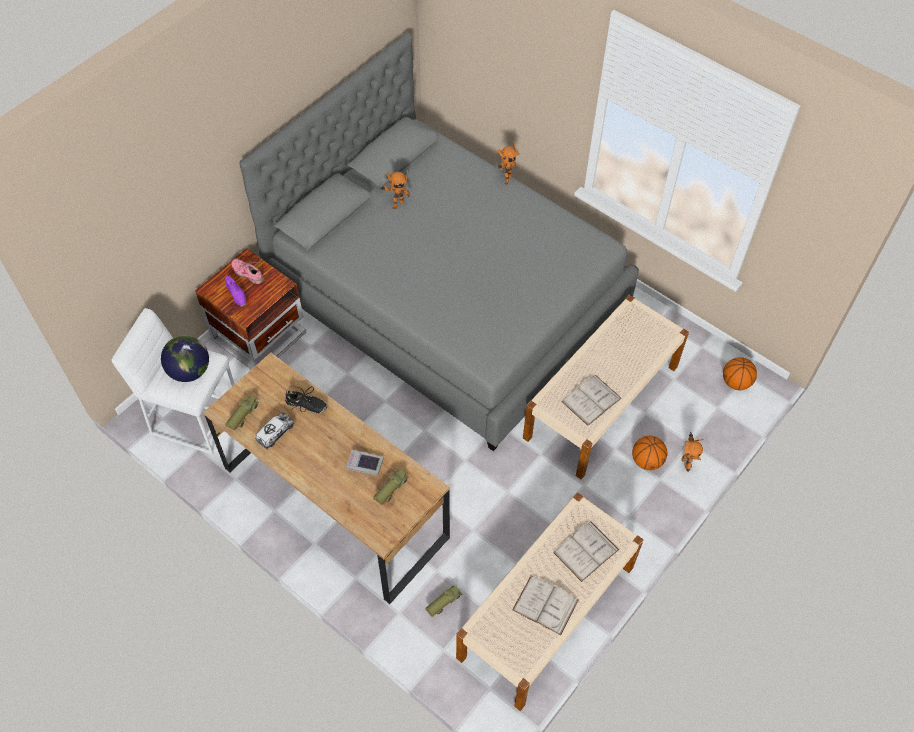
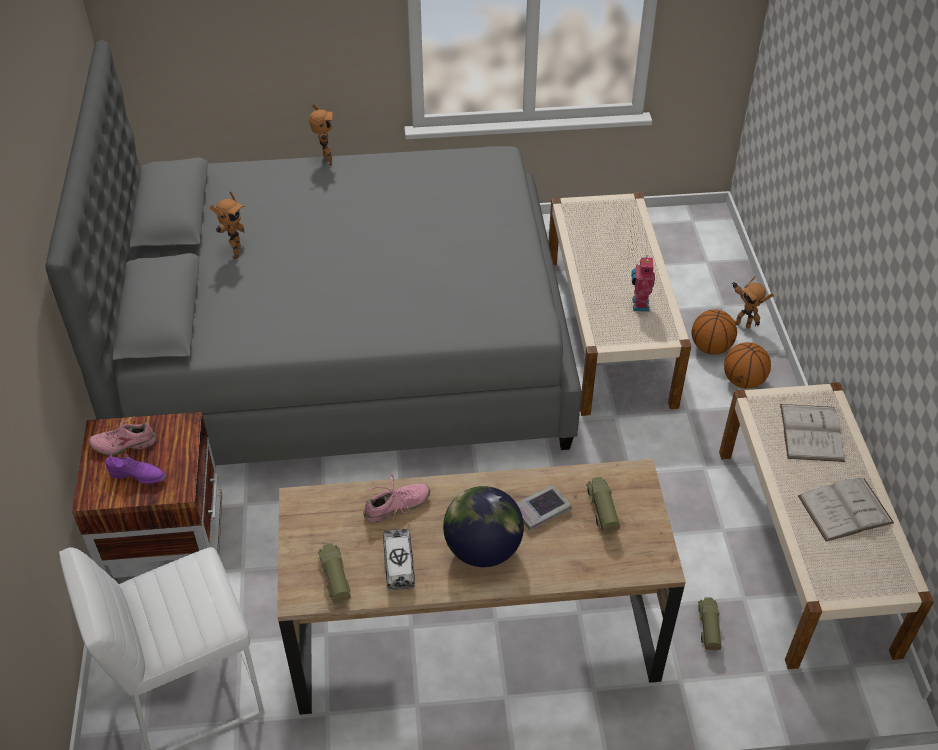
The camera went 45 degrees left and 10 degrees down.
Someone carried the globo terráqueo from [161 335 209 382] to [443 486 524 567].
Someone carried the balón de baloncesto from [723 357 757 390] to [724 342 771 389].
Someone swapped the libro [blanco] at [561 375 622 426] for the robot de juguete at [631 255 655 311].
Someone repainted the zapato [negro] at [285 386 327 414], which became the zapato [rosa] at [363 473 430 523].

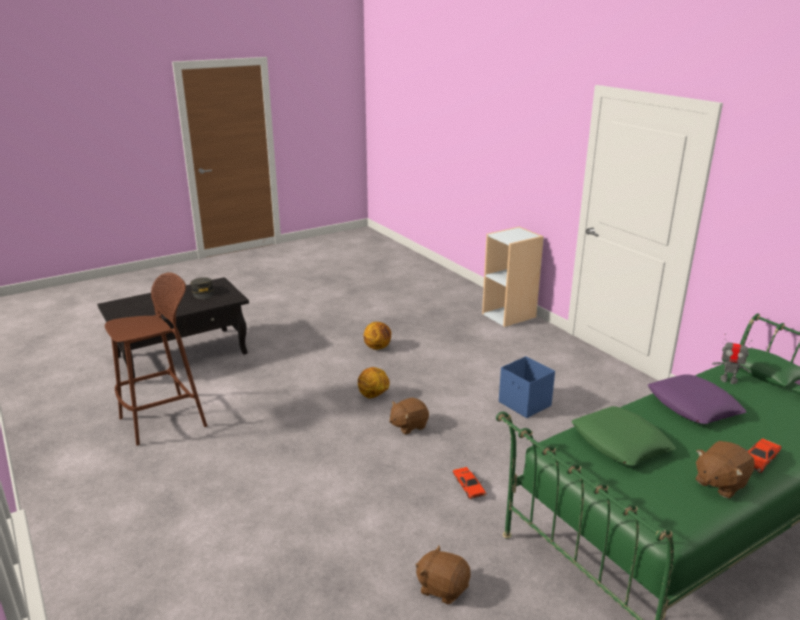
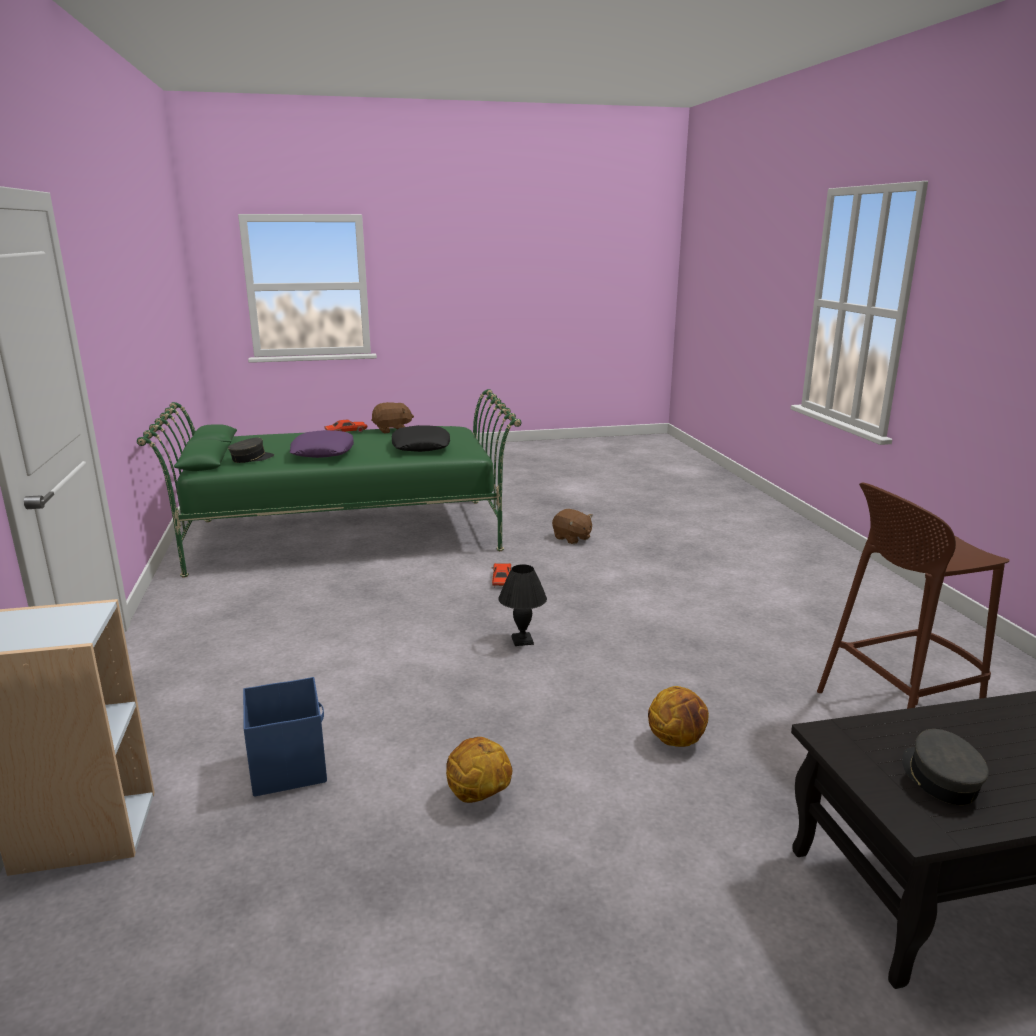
The camera went 160 degrees left and 5 degrees down.
Someone swapped the robot de juguete at [712 334 752 384] for the gorra [gris] at [228 437 274 463].
Someone carried the caja de almacenaje [azul] from [499 356 555 418] to [243 677 327 797].
Someone carried the balón de baloncesto from [358 367 390 399] to [648 686 709 747].
Someone swapped the peluche [marrón] at [389 398 429 435] for the lámpara de mesa [negro] at [498 564 547 646].
Someone repainted the cojín [verde] at [571 406 676 466], which became the cojín [negro] at [392 425 450 452].

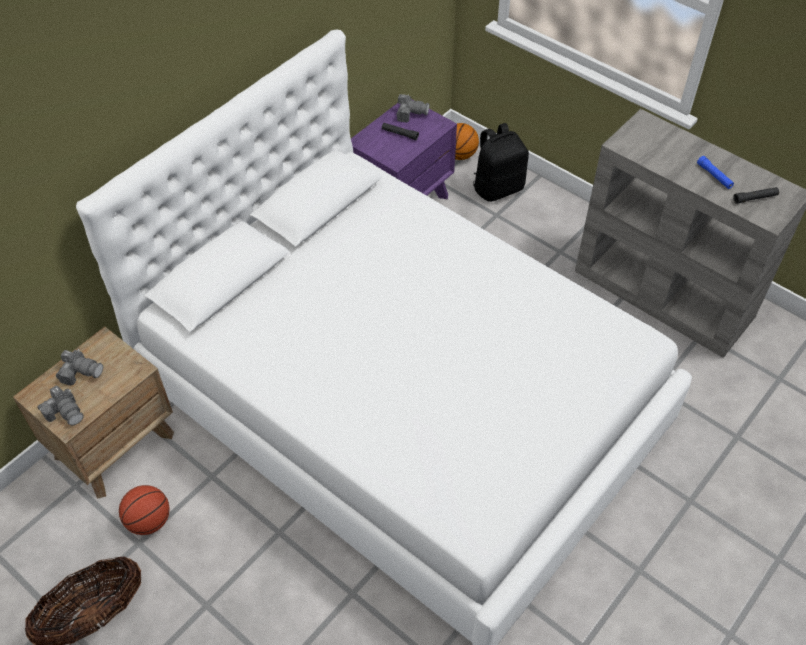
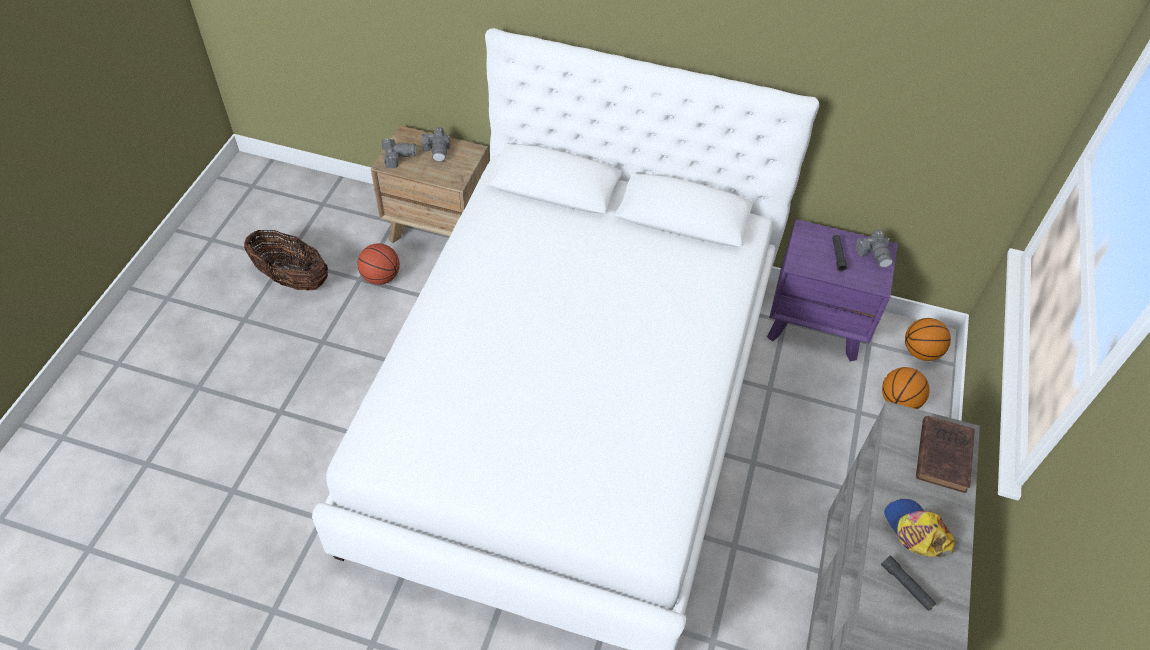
The camera went 65 degrees right and 0 degrees up.
Someone swapped the mochila [negro] at [473 123 529 202] for the balón de baloncesto at [882 367 930 409].
Someone swapped the linterna [azul] at [697 156 734 189] for the gorra at [884 499 955 557].
Someone rotated the cámara at [37 385 83 426] by 120 degrees counterclockwise.
Someone put down the libro [marrón] at [916 416 975 493].

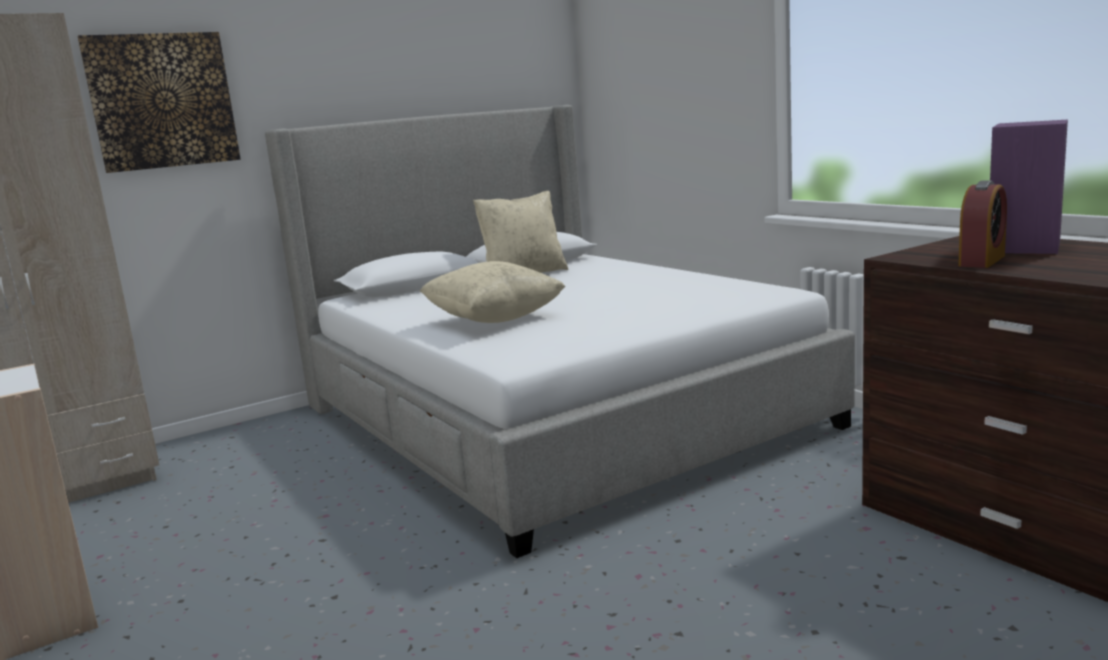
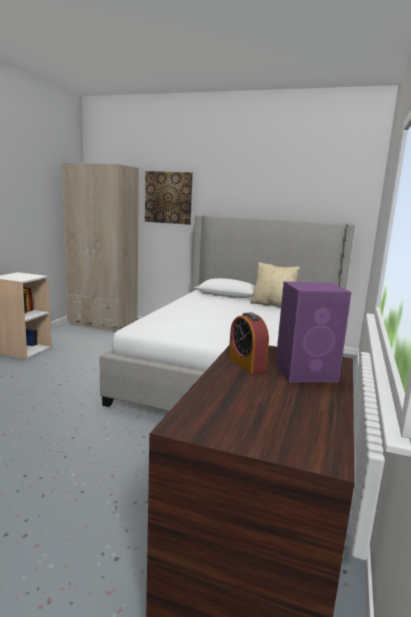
The camera went 50 degrees right and 0 degrees up.
Someone rotated the despertador at [958 181 1007 268] by 60 degrees clockwise.
Someone took away the cojín [beis] at [420 261 566 323].

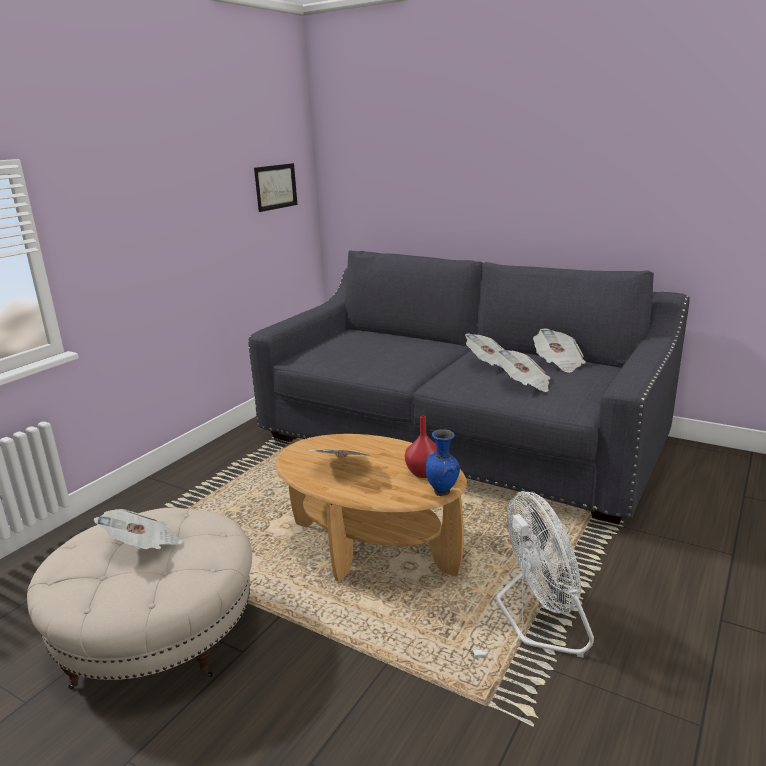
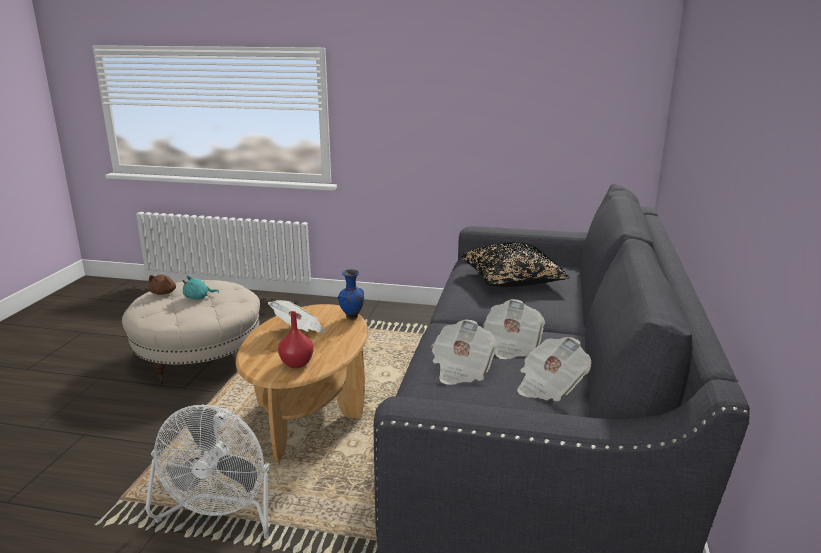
The camera went 70 degrees right and 0 degrees up.
Someone took away the cuadro at [254 163 298 212].
Someone carried the florero [azul] from [425 429 460 496] to [338 269 364 320].
Someone rotated the ventilador [blanco] at [471 491 594 658] by 45 degrees clockwise.
Someone swapped the periódico at [94 509 183 550] for the peluche [turquesa] at [182 276 219 300].
Someone put down the cojín [negro] at [461 242 569 287].
Someone put down the peluche [marrón] at [149 274 176 295].

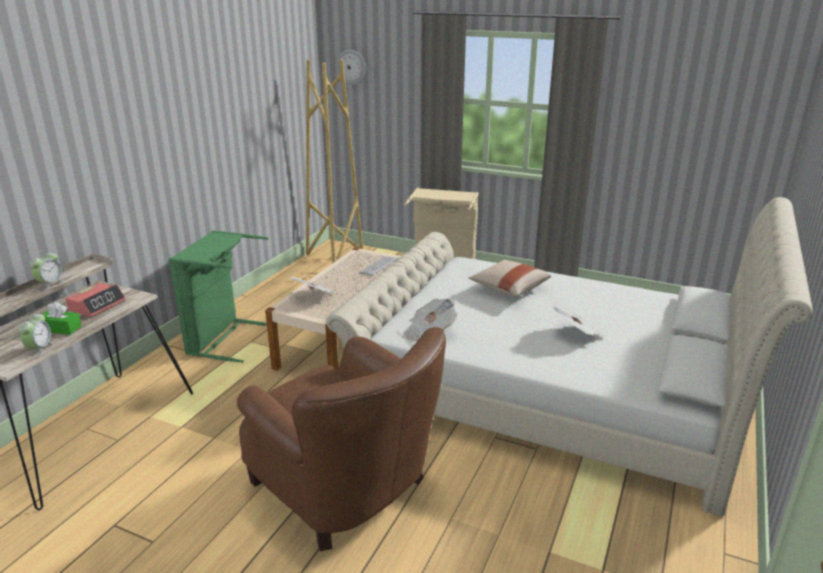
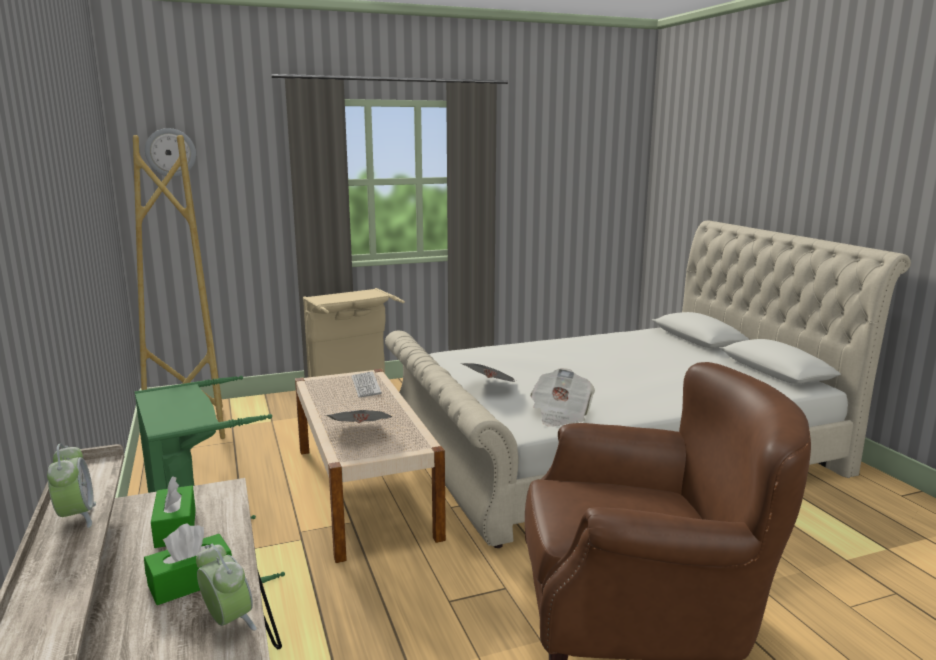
The camera went 45 degrees left and 10 degrees down.
Someone took away the cojín [beis] at [469 260 551 297].
Someone swapped the despertador at [65 282 126 317] for the caja de pañuelos [verde] at [151 476 196 548].
Someone carried the periódico from [551 305 605 337] to [462 363 516 382].

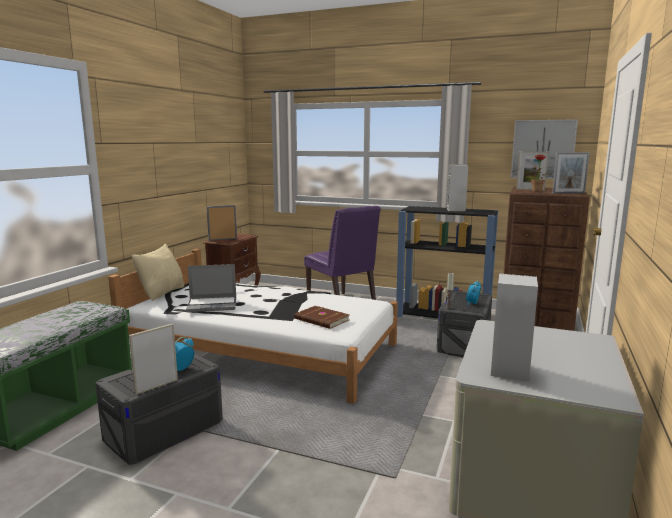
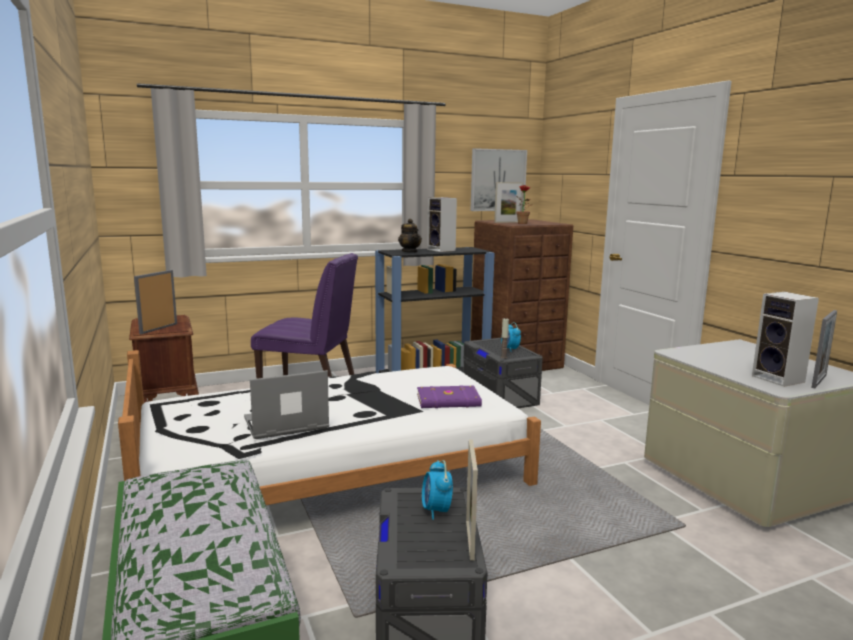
The camera went 45 degrees left and 0 degrees up.
Someone carried the portarretratos from [552 152 590 194] to [811 310 837 388].
Someone took away the cojín [beis] at [132 244 184 301].
Someone rotated the portátil at [186 264 236 312] by 150 degrees counterclockwise.
Someone repainted the libro [marrón] at [294 306 349 329], which became the libro [morado] at [417 385 482 408].
Someone put down the tetera at [398 219 422 253].

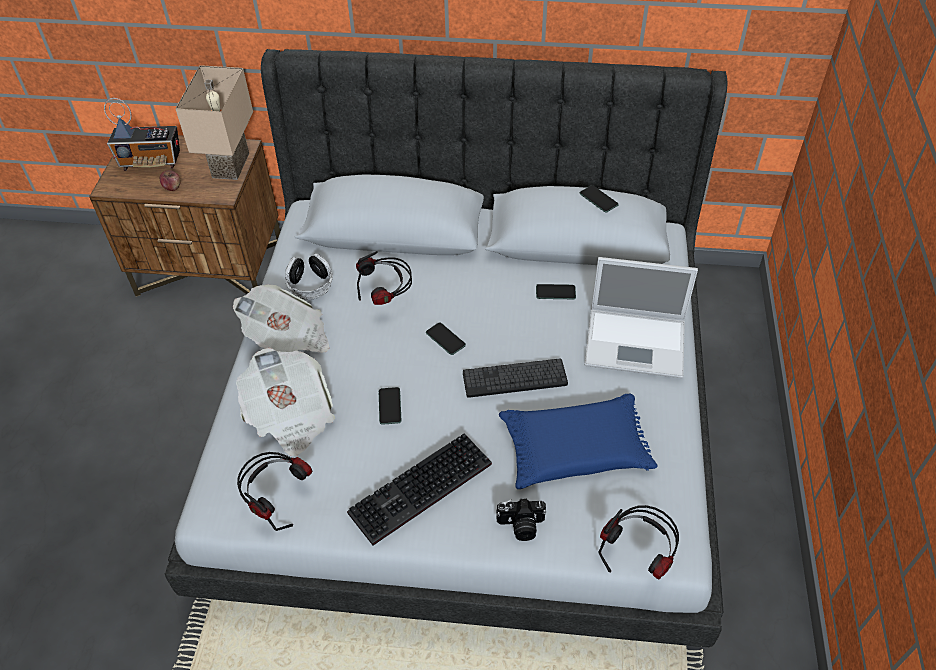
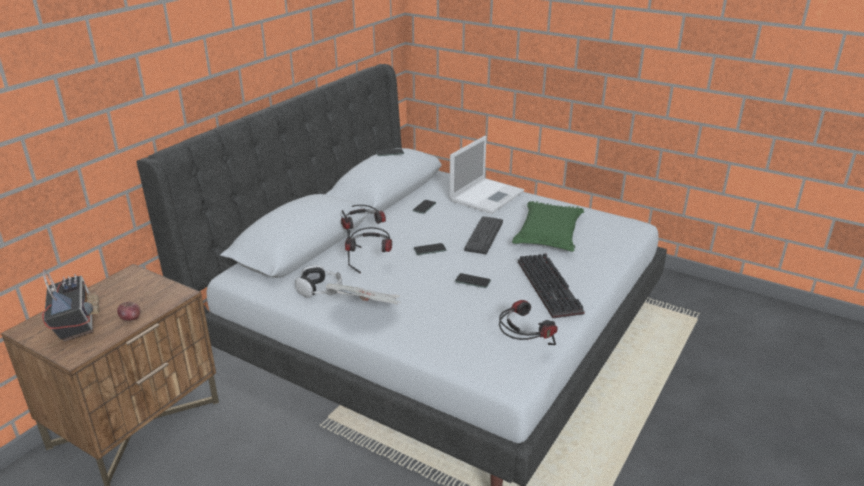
The camera went 65 degrees left and 20 degrees down.
Someone took away the lámpara de mesa [beis] at [175 65 253 180].
Someone rotated the radio at [104 98 180 171] by 45 degrees counterclockwise.
Someone took away the periódico at [236 347 335 456].
Someone repainted the cojín [azul] at [499 394 658 489], which became the cojín [verde] at [512 201 584 252].
Someone took away the cámara at [496 499 547 541].
Someone carried the auriculares from [598 505 679 579] to [341 205 386 248].

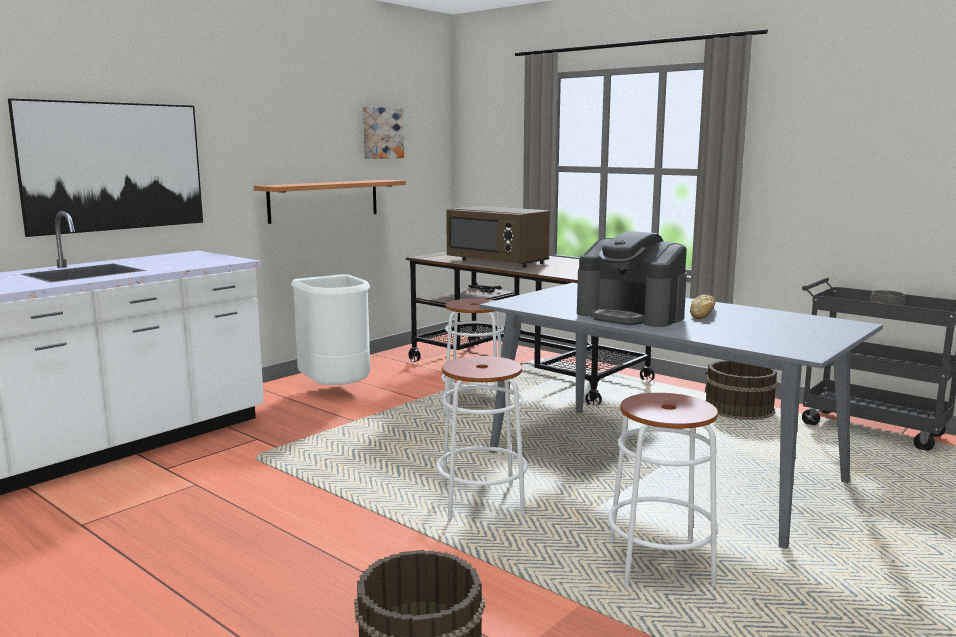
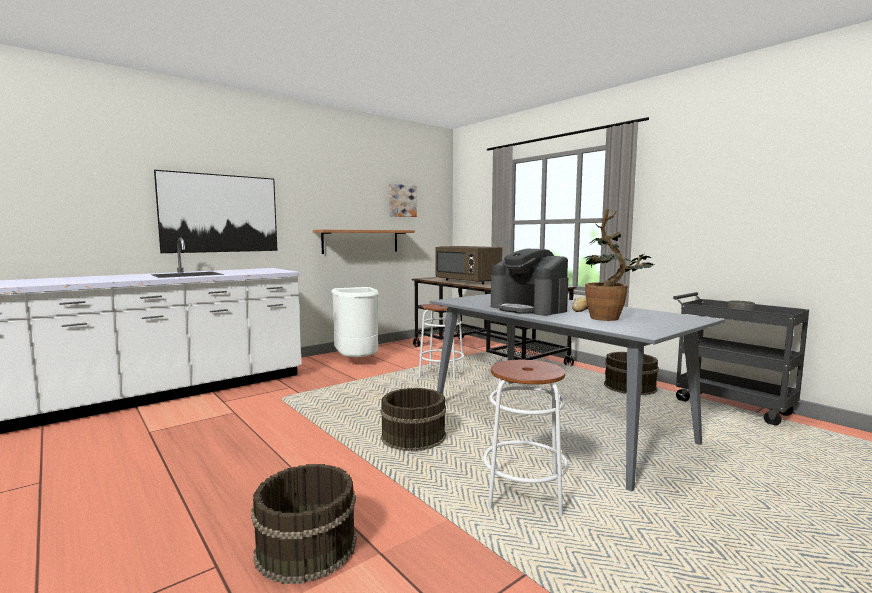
The camera went 10 degrees right and 5 degrees down.
Someone swapped the taburete [blanco] at [436 356 528 519] for the cubo [marrón] at [380 388 446 451].
Someone put down the planta en maceta at [585 209 654 321].

